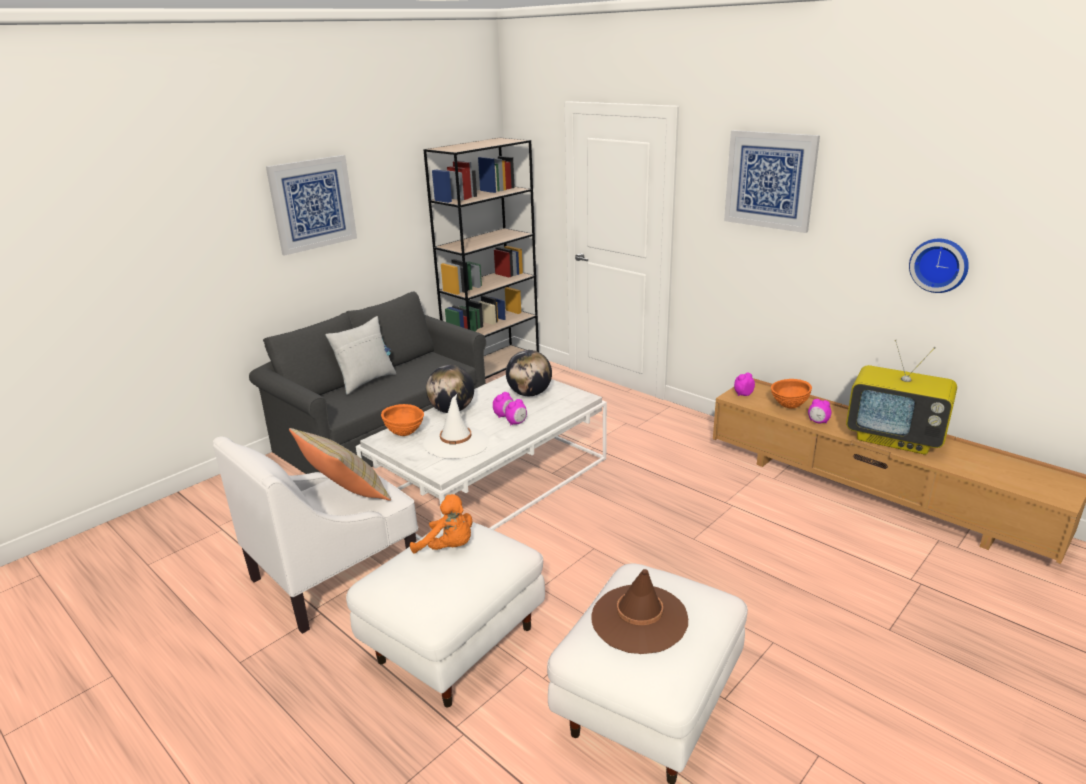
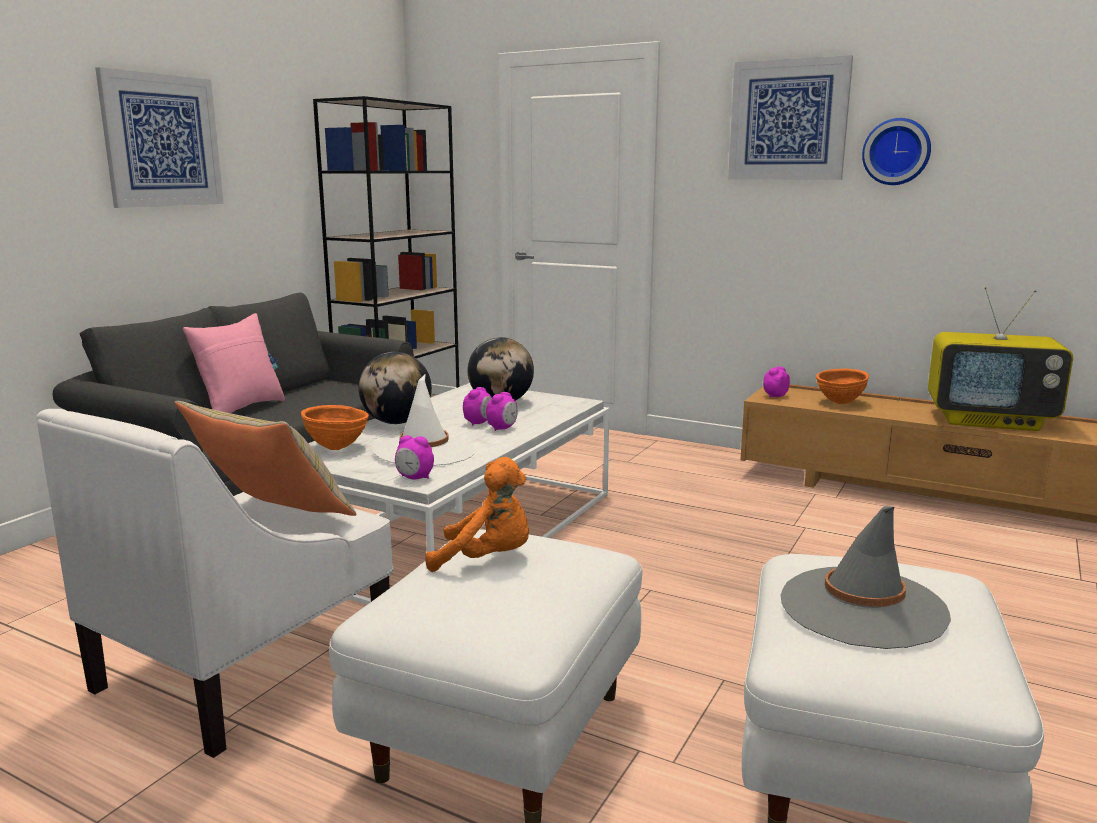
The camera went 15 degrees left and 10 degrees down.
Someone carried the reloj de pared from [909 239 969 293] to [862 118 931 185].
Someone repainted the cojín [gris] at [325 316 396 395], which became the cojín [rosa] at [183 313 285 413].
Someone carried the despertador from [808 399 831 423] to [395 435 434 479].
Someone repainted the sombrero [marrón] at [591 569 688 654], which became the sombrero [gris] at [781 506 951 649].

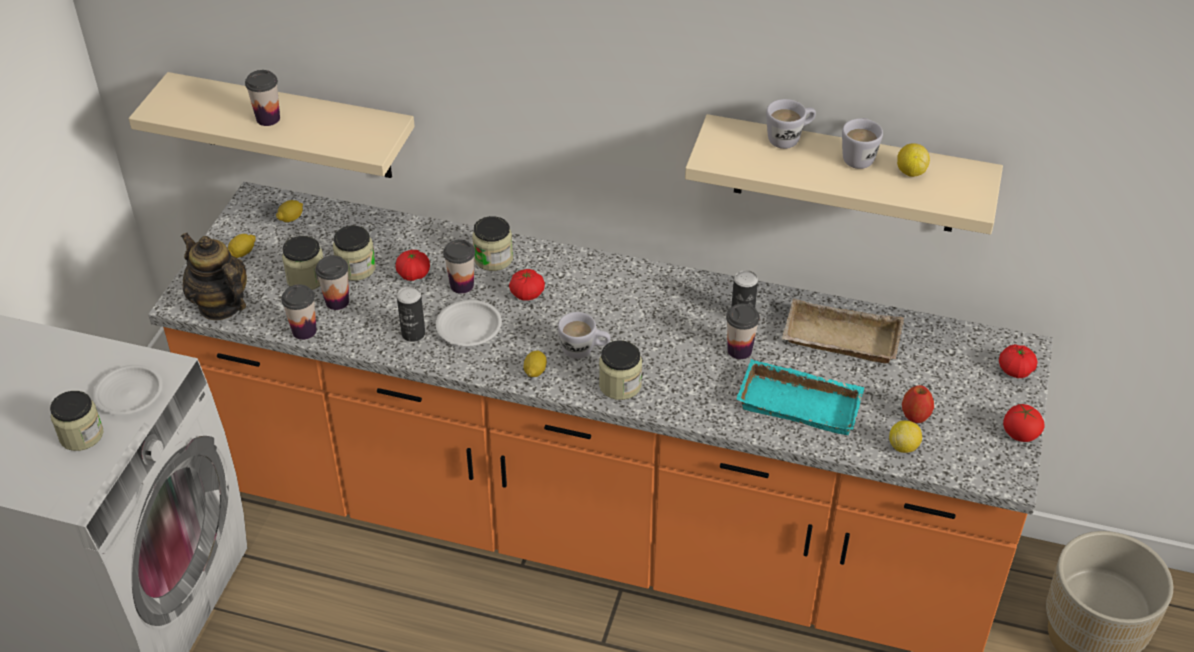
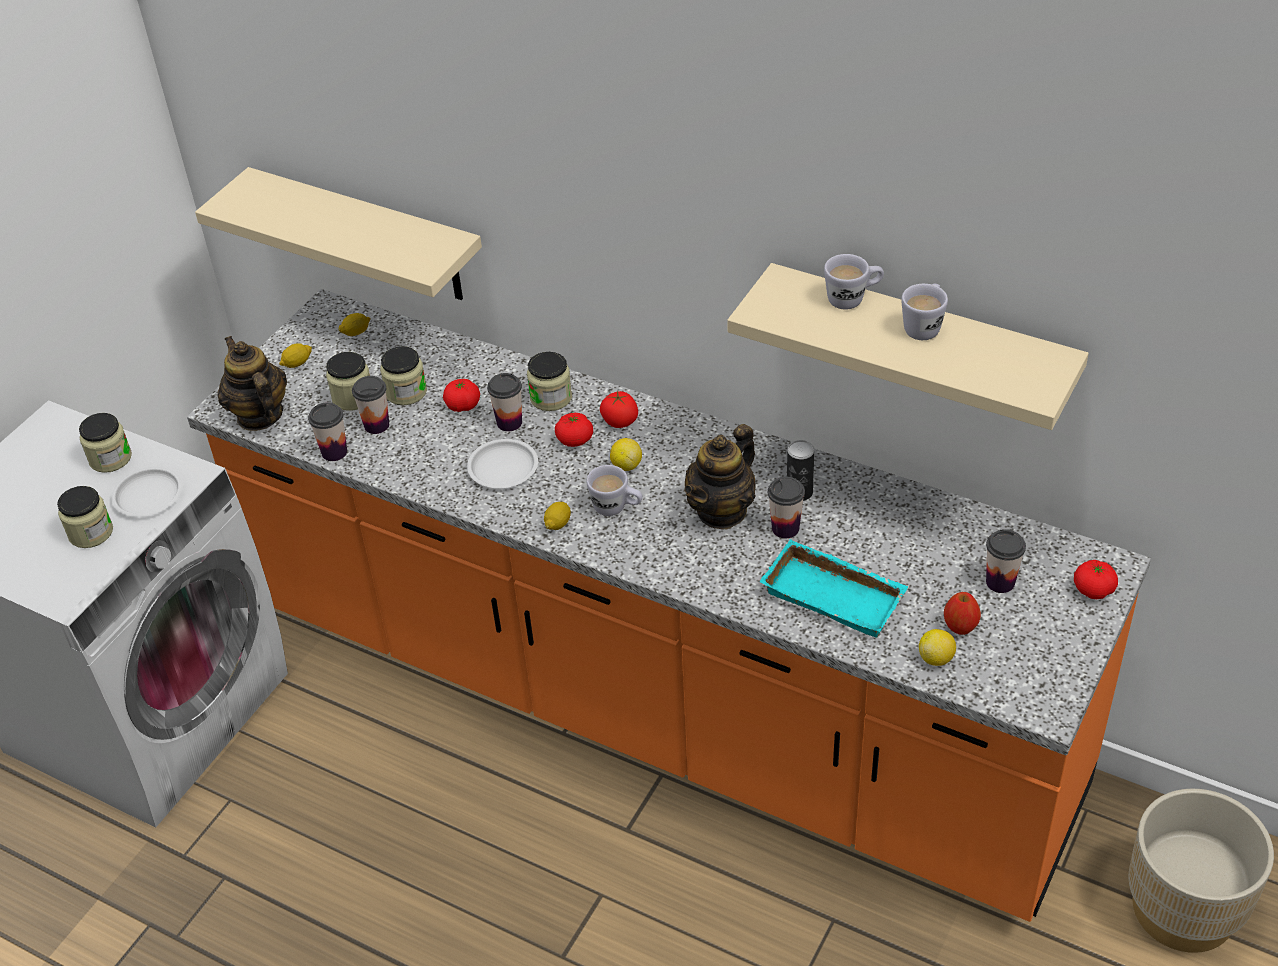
The camera went 15 degrees right and 0 degrees up.
Someone carried the taza from [245 70 280 126] to [986 529 1026 593].
Someone carried the limón from [897 143 930 177] to [610 438 642 471].
Someone took away the lata at [397 286 425 342].
Someone took away the bandeja [beis] at [782 298 904 364].
Someone carried the tarro from [599 340 642 400] to [79 413 132 473].
Someone carried the tomate from [1003 404 1045 442] to [600 391 638 428].
Someone put down the tetera at [684 424 756 530].

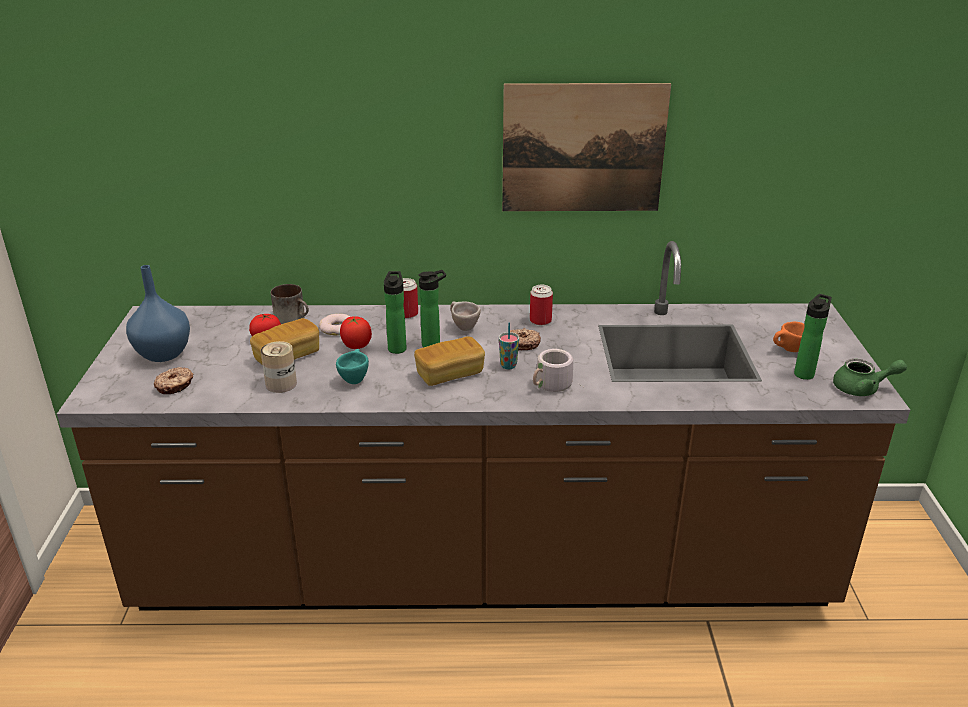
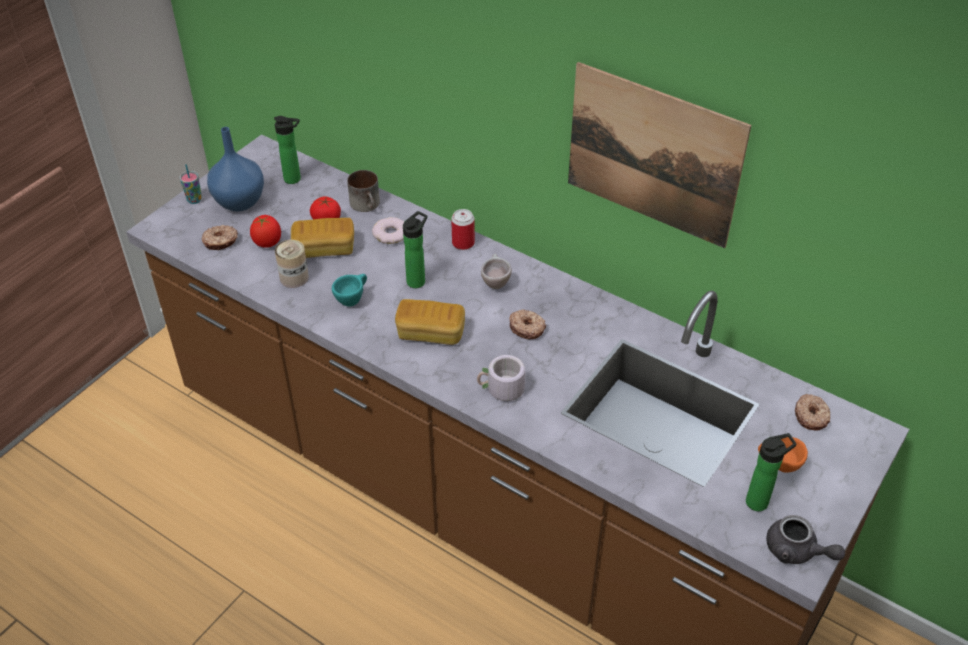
The camera went 35 degrees right and 15 degrees up.
Someone carried the botella from [418 270 446 347] to [274 116 301 184].
Someone took away the lata at [530 285 553 325].
Someone carried the tomate from [340 316 372 349] to [250 215 281 248].
Someone carried the taza from [499 322 519 369] to [180 164 202 204].
Someone repainted the tetera [verde] at [833 359 907 396], which became the tetera [gris] at [766 515 845 564].
Someone put down the rosquilla at [795 394 830 431].

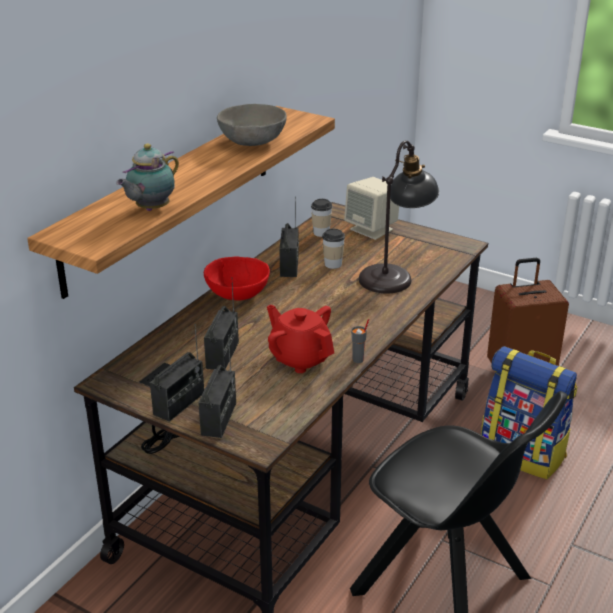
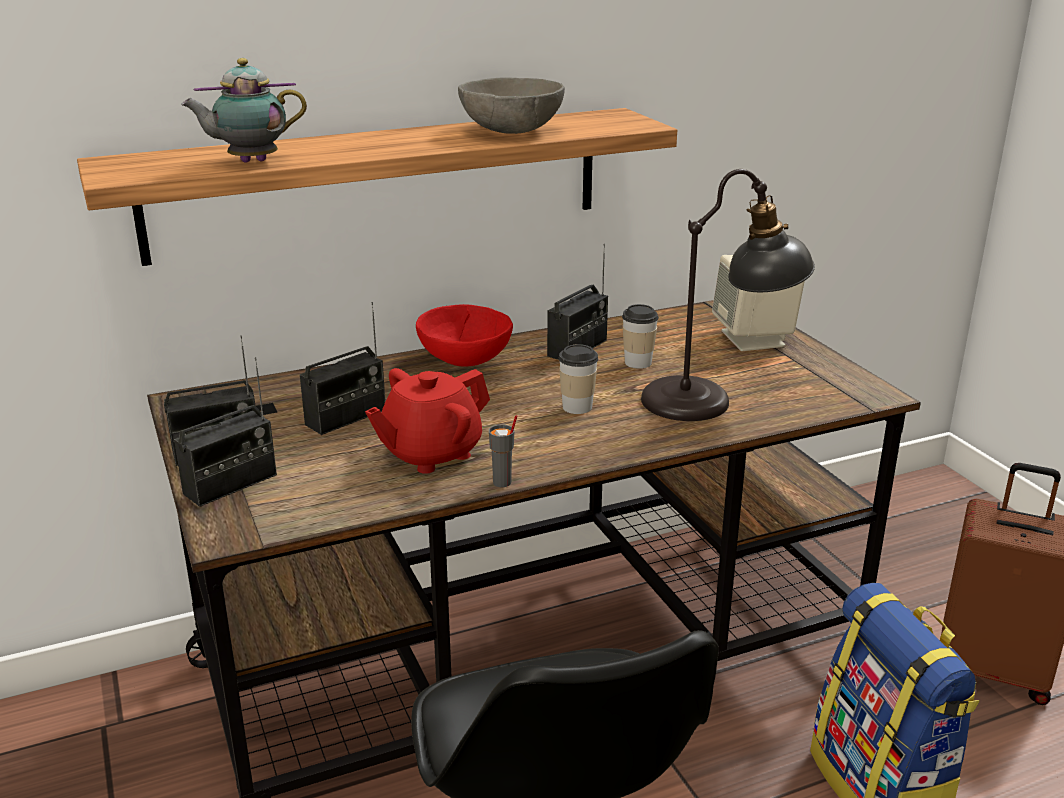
The camera went 35 degrees right and 5 degrees down.
Someone carried the taza from [311 199 333 237] to [559 344 598 414].
Someone rotated the tetera [rojo] at [267 304 334 373] by 120 degrees counterclockwise.

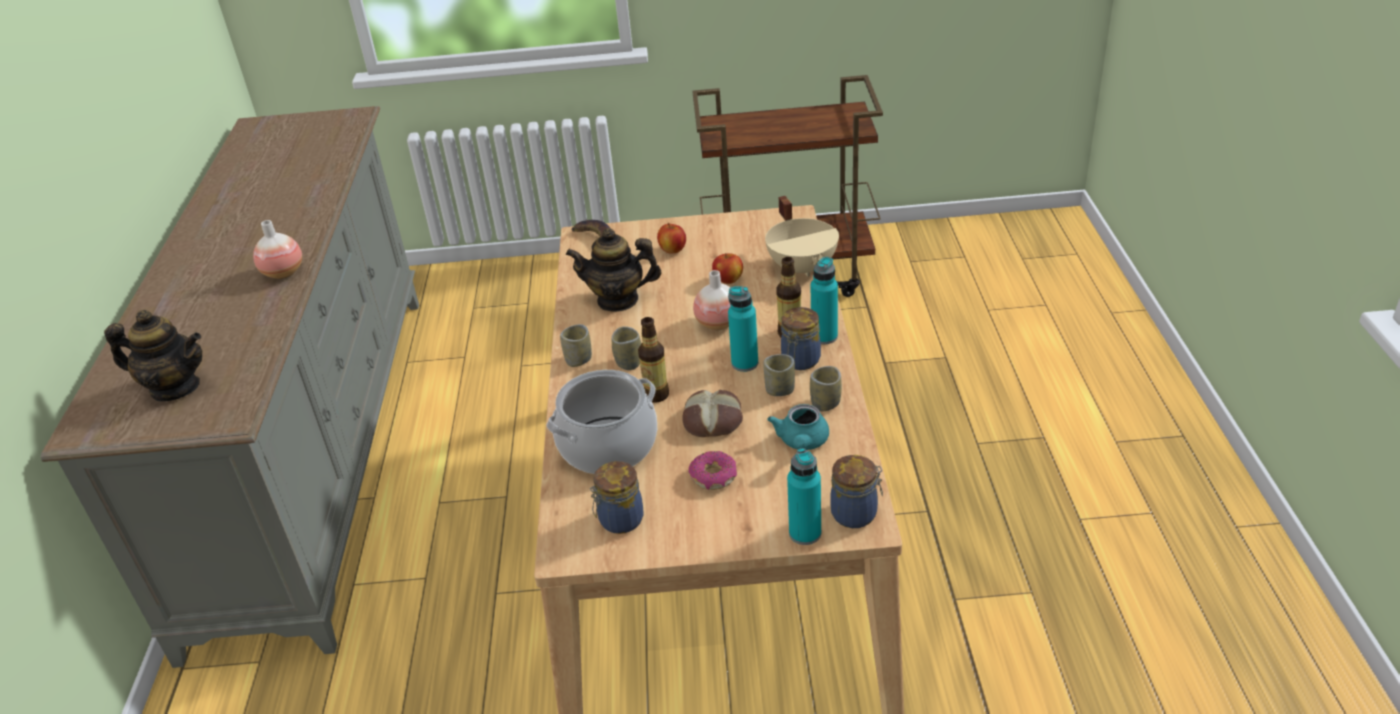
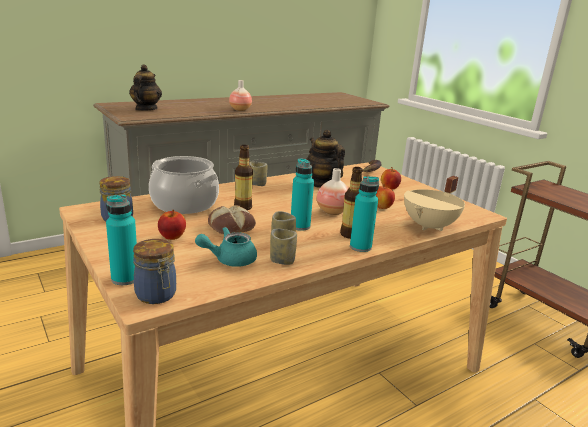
The camera went 55 degrees right and 15 degrees down.
Someone took away the tarro at [781 307 821 370].
Someone rotated the tetera at [104 310 203 401] by 150 degrees counterclockwise.
Someone took away the taza at [612 326 641 370].
Someone swapped the rosquilla at [688 451 737 490] for the manzana at [158 210 186 240].

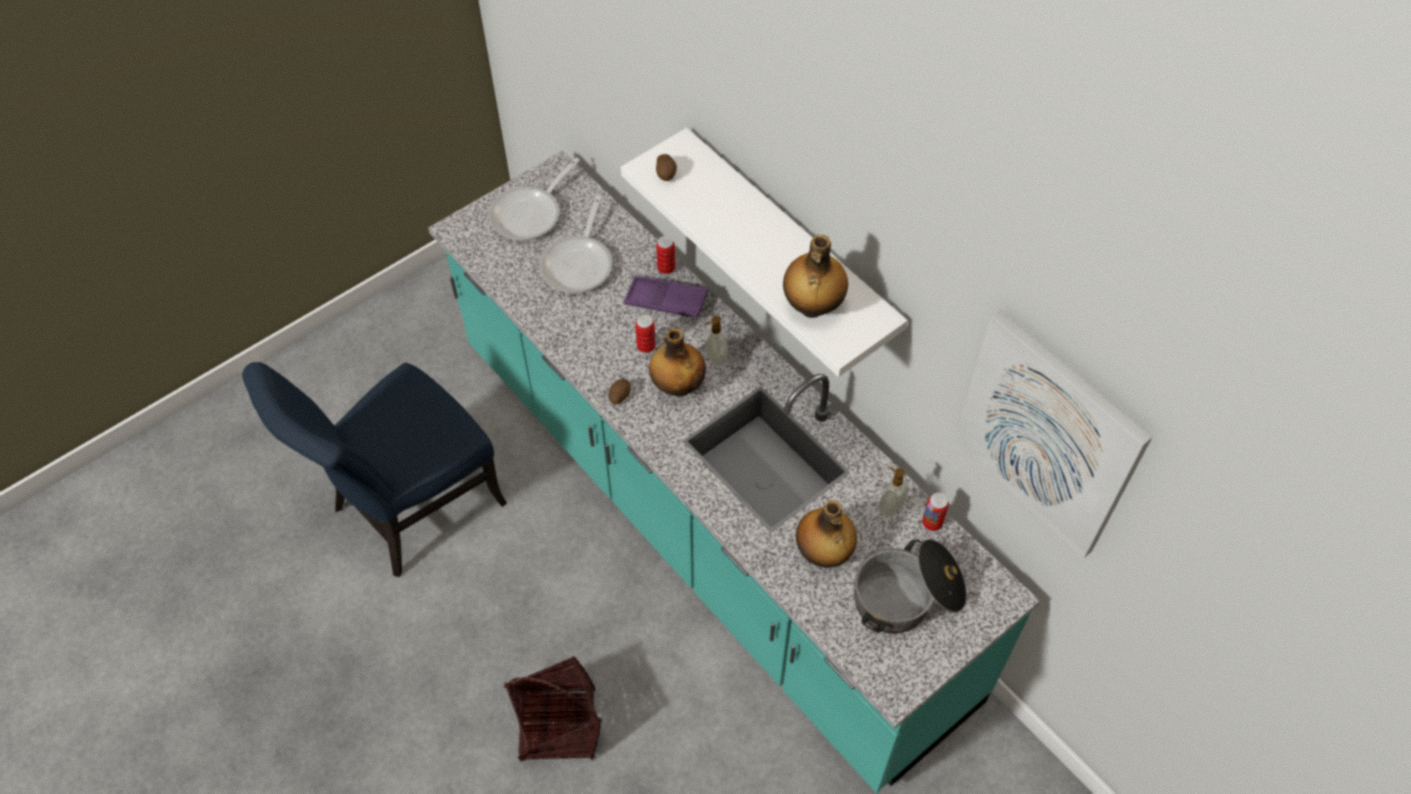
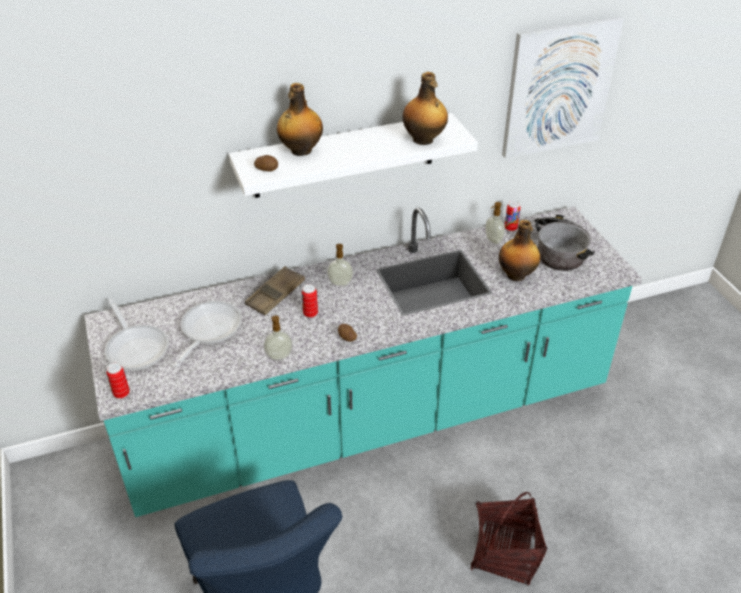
The camera went 70 degrees left and 15 degrees down.
Someone rotated the sartén at [539 195 612 294] by 105 degrees counterclockwise.
Someone carried the lata from [656 236 675 274] to [107 363 130 399].
Someone repainted the bandeja [morado] at [624 276 708 318], which became the bandeja [marrón] at [245 266 305 315].
Someone carried the botella from [649 328 706 397] to [277 83 323 156].
Someone put down the dispensador de jabón at [264 316 293 360].

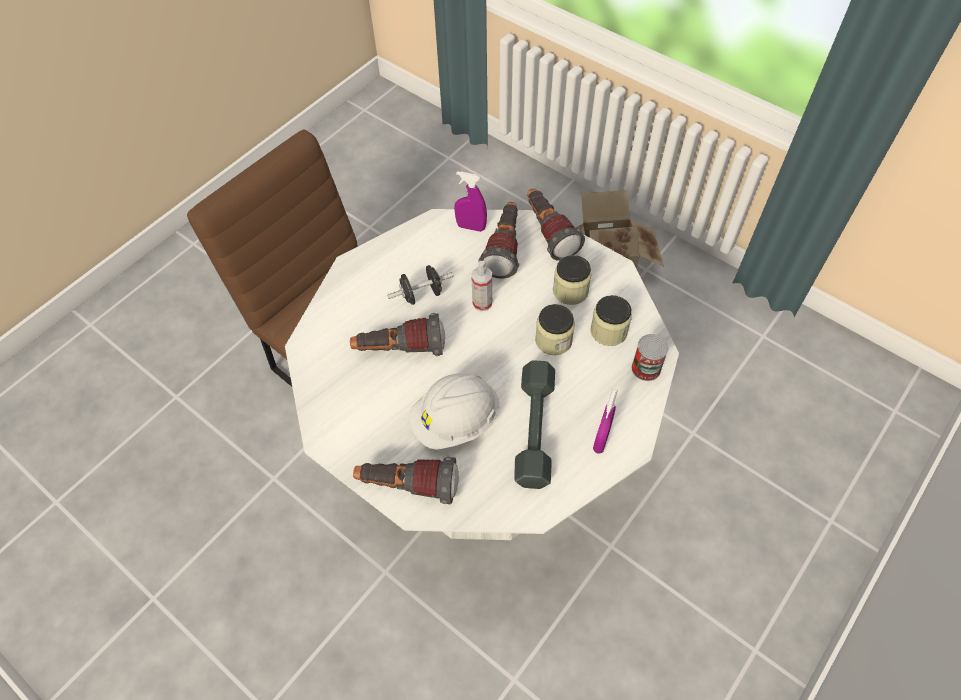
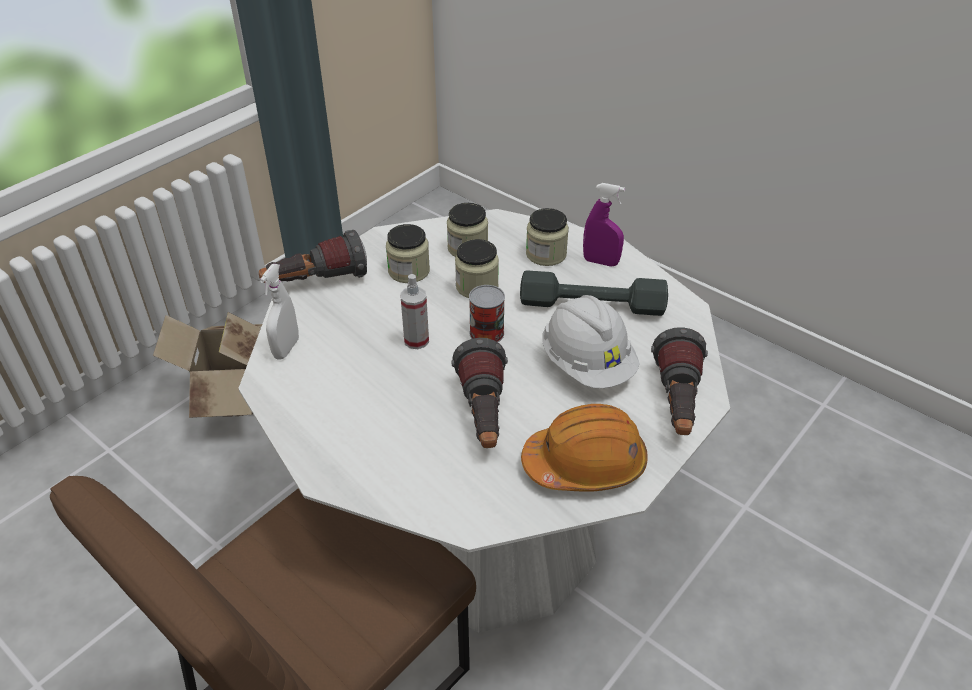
The camera went 90 degrees left and 15 degrees down.
Someone repainted the pulverizador [morado] at [454 171 487 232], which became the pulverizador [blanco] at [260 264 299 360].
Someone took away the linterna at [479 202 519 279].
Someone took away the mancuerna [negro] at [387 265 454 305].
Someone carried the lata from [632 334 669 381] to [469 285 505 342].
Someone put down the tarro at [526 208 569 266].
Someone put down the casco [naranja] at [521 404 648 492].

